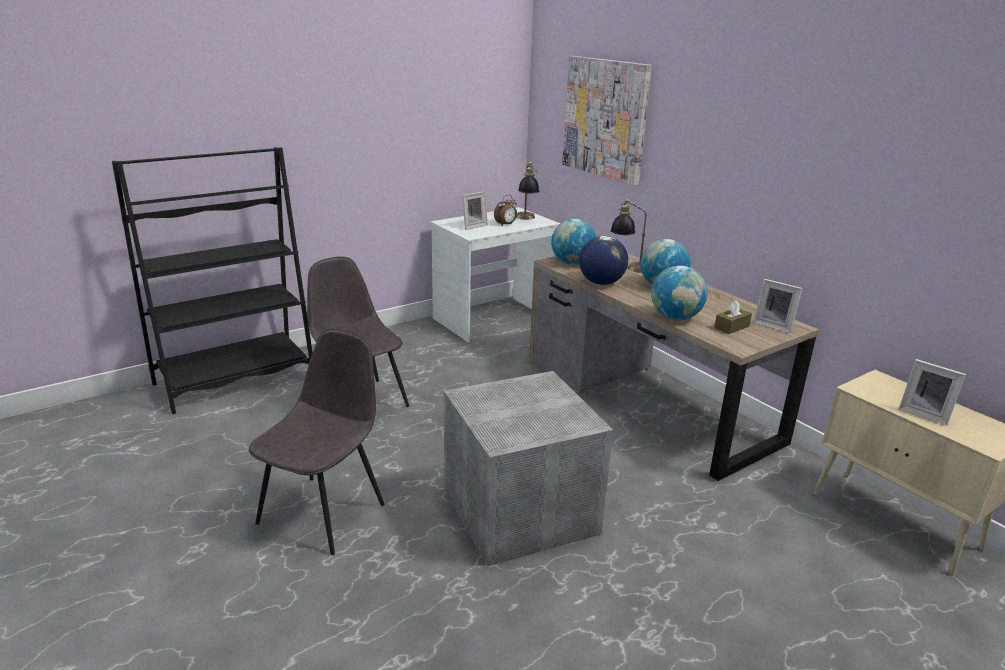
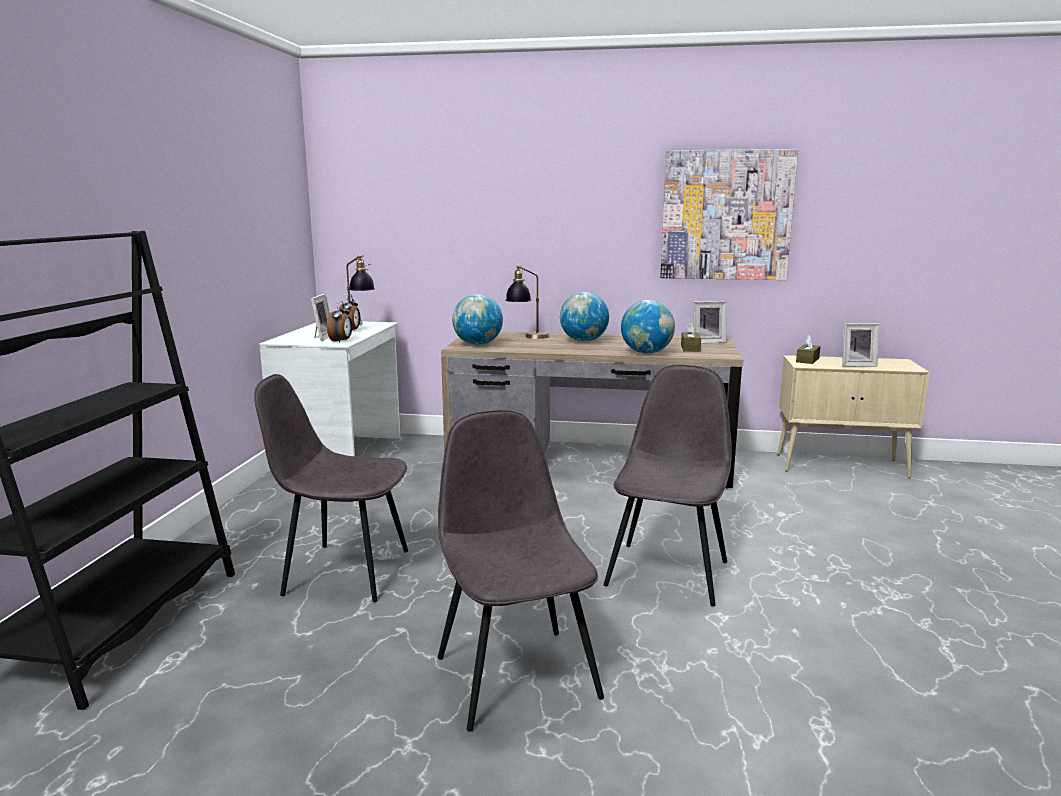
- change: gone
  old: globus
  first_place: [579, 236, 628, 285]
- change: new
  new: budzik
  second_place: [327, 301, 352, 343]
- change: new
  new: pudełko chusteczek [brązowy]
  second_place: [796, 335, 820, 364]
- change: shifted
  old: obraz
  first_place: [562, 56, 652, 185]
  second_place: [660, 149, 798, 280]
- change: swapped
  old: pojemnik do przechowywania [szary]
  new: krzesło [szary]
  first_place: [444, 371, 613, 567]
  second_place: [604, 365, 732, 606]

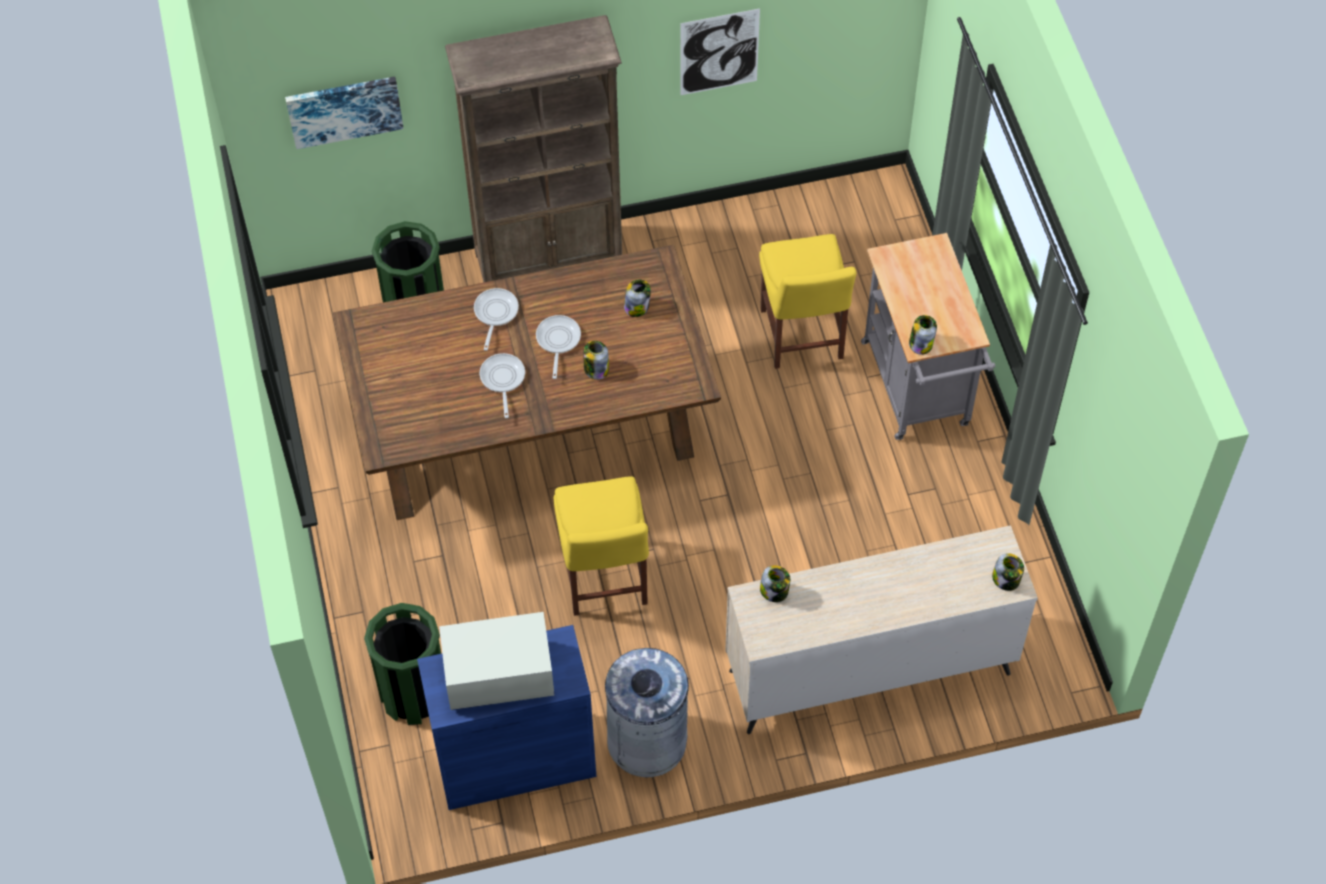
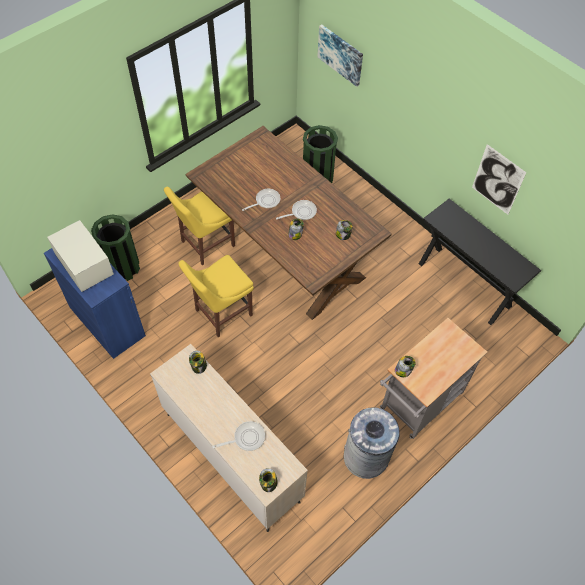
- change: gone
  old: regał [brązowy]
  first_place: [445, 15, 622, 283]
- change: new
  new: stolik konsolowy [czarny]
  second_place: [419, 199, 541, 325]
- change: shifted
  old: patelnia
  first_place: [474, 288, 519, 351]
  second_place: [212, 421, 265, 451]
- change: shifted
  old: kosz na śmieci [szary]
  first_place: [605, 648, 689, 777]
  second_place: [344, 407, 400, 479]
- change: shifted
  old: krzesło [żółty]
  first_place: [759, 234, 856, 369]
  second_place: [164, 187, 235, 266]

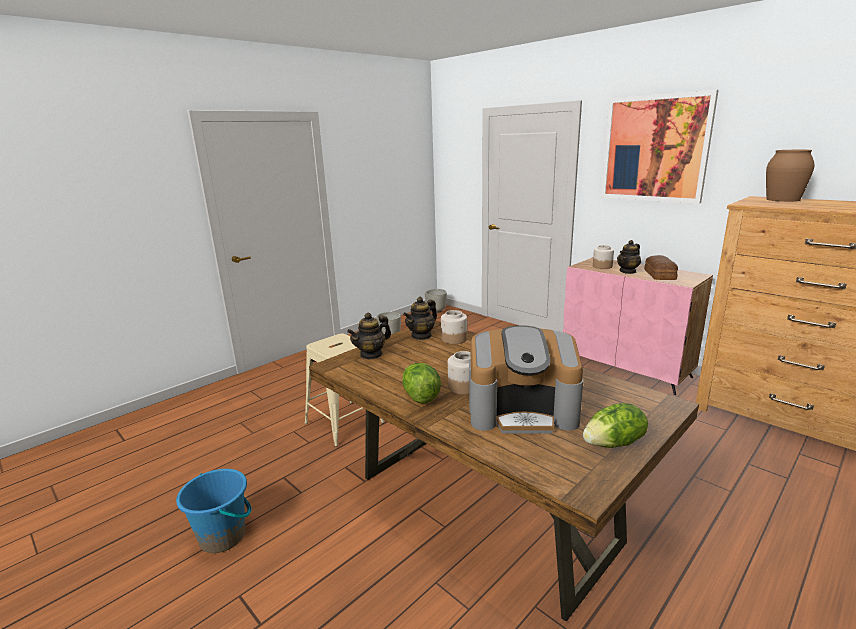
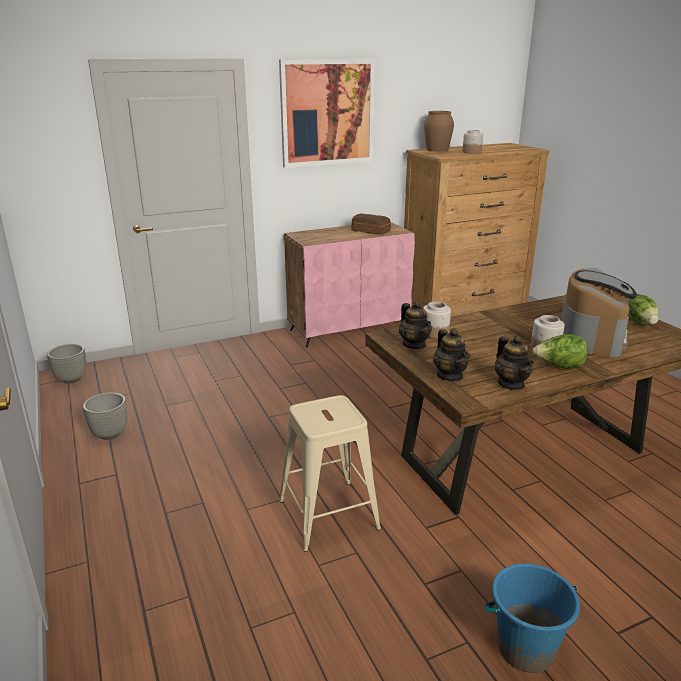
- change: shifted
  old: słoik
  first_place: [593, 245, 614, 269]
  second_place: [462, 130, 483, 154]
- change: shifted
  old: imbryk
  first_place: [617, 240, 641, 274]
  second_place: [495, 336, 534, 390]

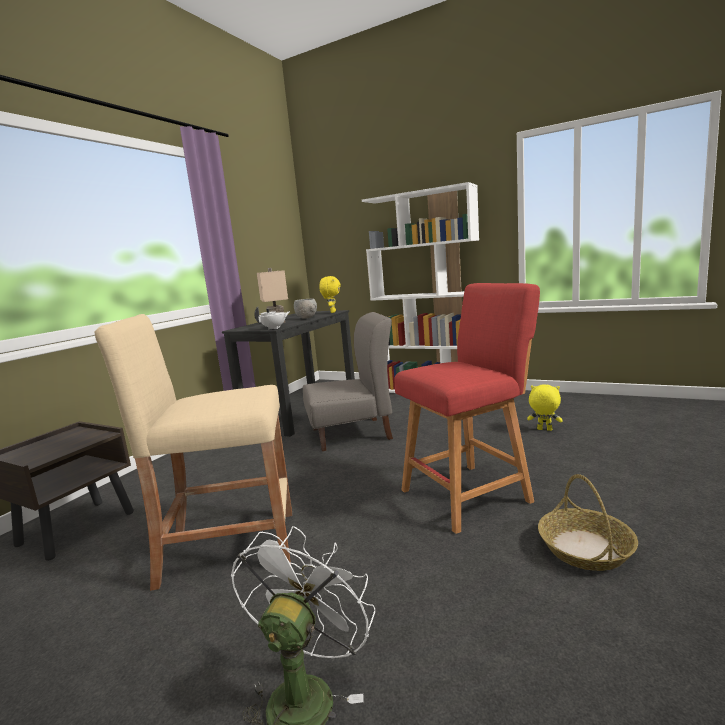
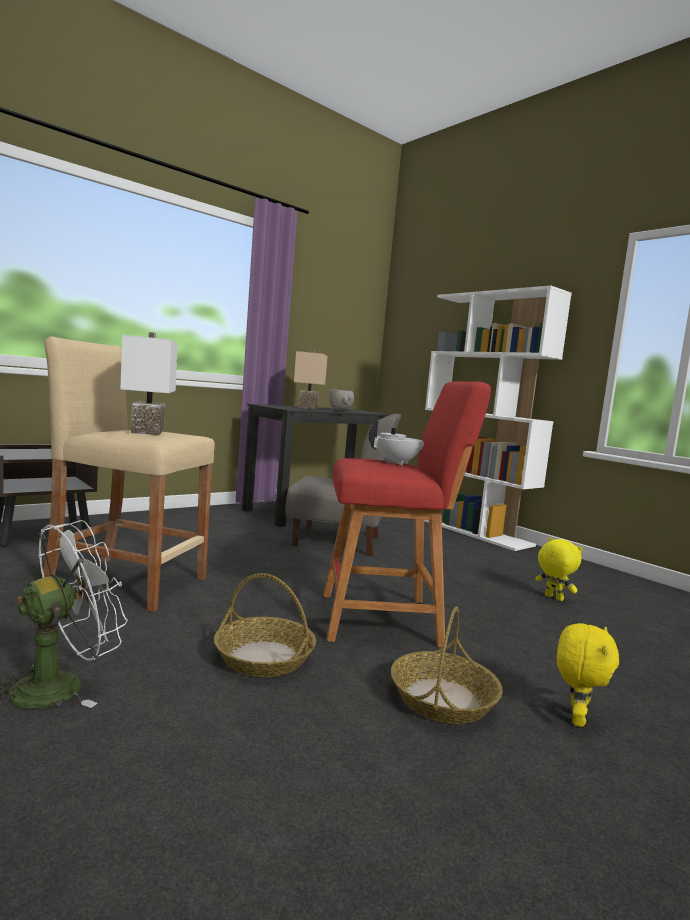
- change: new
  new: lampa stołowa [biały]
  second_place: [120, 332, 178, 435]
- change: new
  new: koszyk
  second_place: [214, 573, 316, 677]
- change: shifted
  old: imbryk [biały]
  first_place: [254, 307, 290, 330]
  second_place: [369, 420, 424, 465]
- change: shifted
  old: pluszak [żółty]
  first_place: [319, 276, 341, 313]
  second_place: [557, 623, 619, 727]

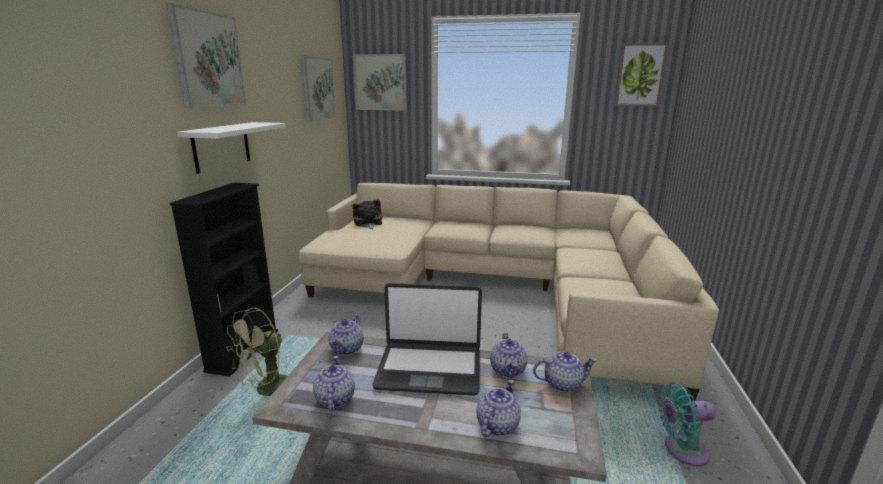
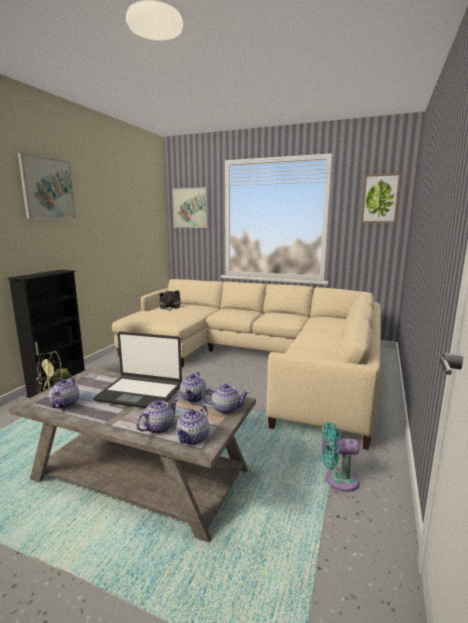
- change: gone
  old: półka [biały]
  first_place: [177, 122, 286, 174]
- change: gone
  old: obraz
  first_place: [301, 56, 336, 122]
- change: shifted
  old: imbryk
  first_place: [329, 315, 363, 355]
  second_place: [176, 405, 209, 445]

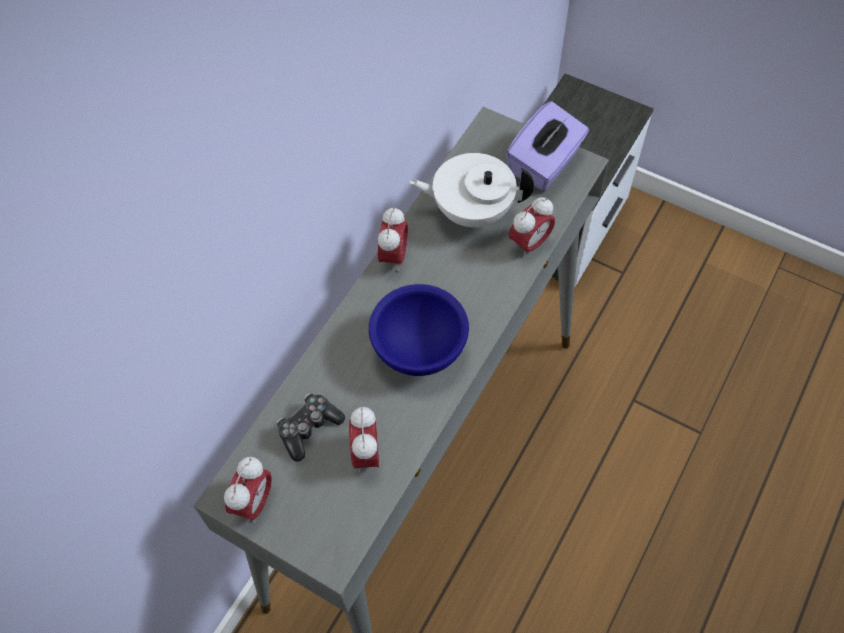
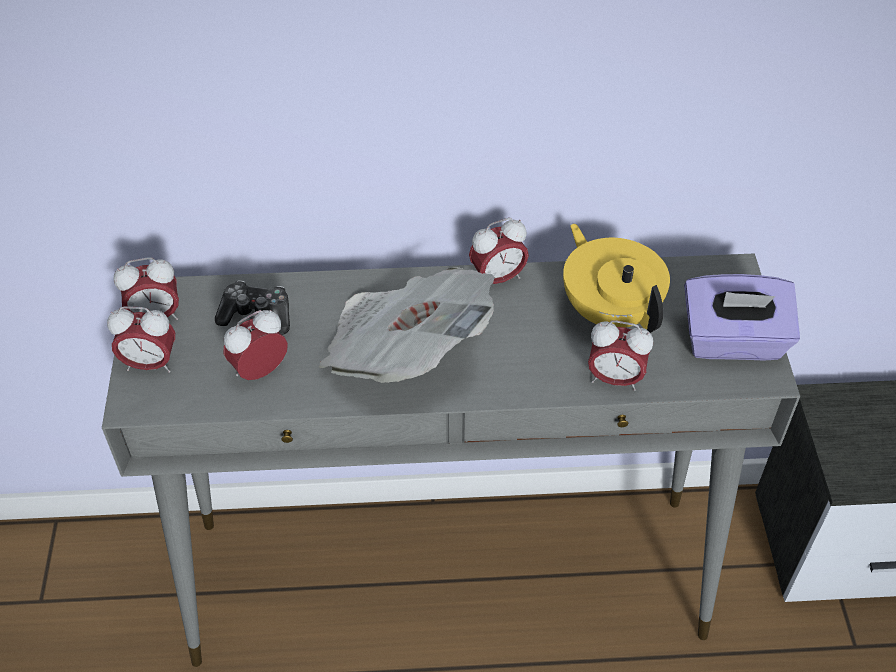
- change: new
  new: budzik
  second_place: [107, 306, 175, 373]
- change: swapped
  old: miska [niebieski]
  new: gazeta
  first_place: [369, 284, 469, 376]
  second_place: [319, 267, 495, 383]
- change: repainted
  old: imbryk [biały]
  new: imbryk [żółty]
  first_place: [409, 153, 534, 228]
  second_place: [563, 224, 670, 333]

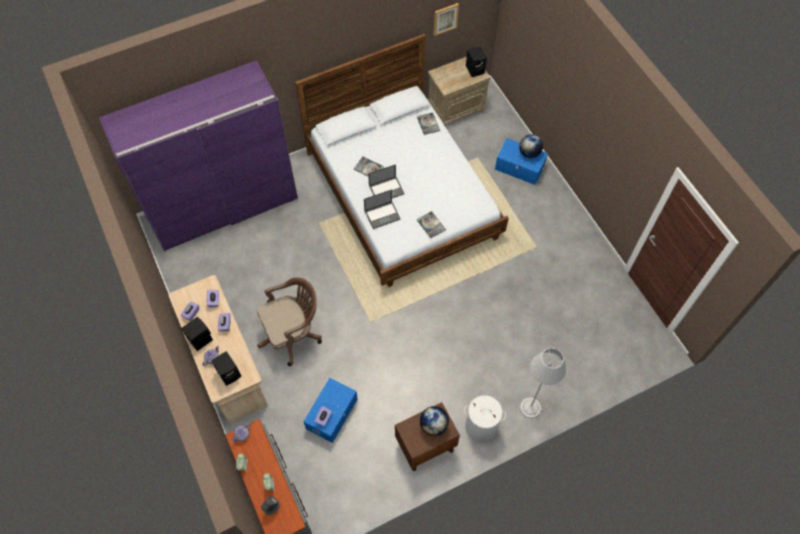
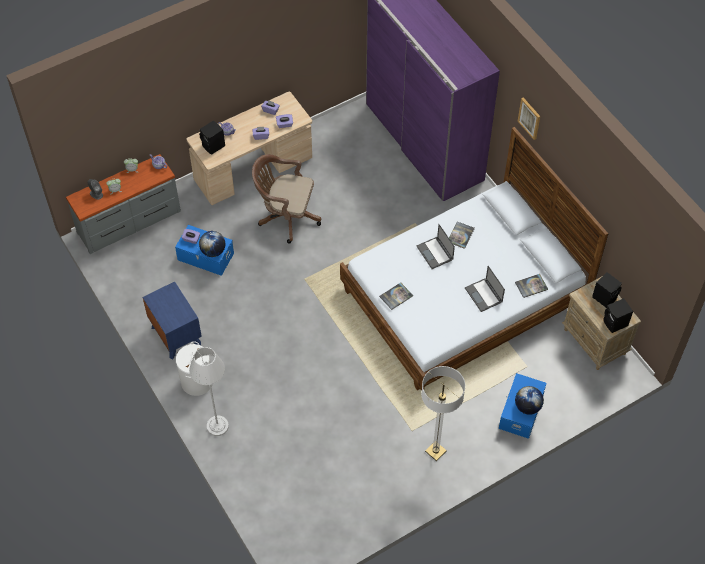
- change: new
  new: lampa stojąca
  second_place: [421, 366, 465, 461]
- change: shifted
  old: głośnik [czarny]
  first_place: [181, 317, 213, 351]
  second_place: [592, 272, 622, 308]
- change: shifted
  old: laptop
  first_place: [364, 189, 401, 229]
  second_place: [465, 266, 505, 312]
- change: shifted
  old: globus
  first_place: [420, 406, 449, 436]
  second_place: [199, 231, 225, 257]
- change: shifted
  old: obraz
  first_place: [434, 3, 459, 36]
  second_place: [518, 98, 540, 140]
- change: repainted
  old: szafka nocna [brązowy]
  new: szafka nocna [niebieski]
  first_place: [395, 402, 460, 471]
  second_place: [142, 282, 202, 359]
- change: rotated
  old: krzesło biurowe [brązowy]
  first_place: [257, 277, 322, 366]
  second_place: [252, 154, 321, 243]
  degrees: 135

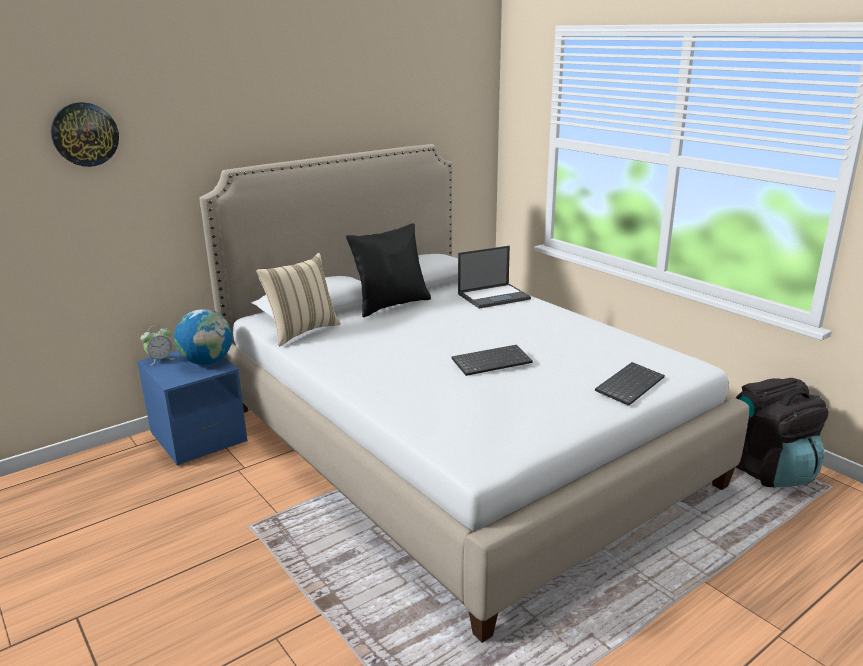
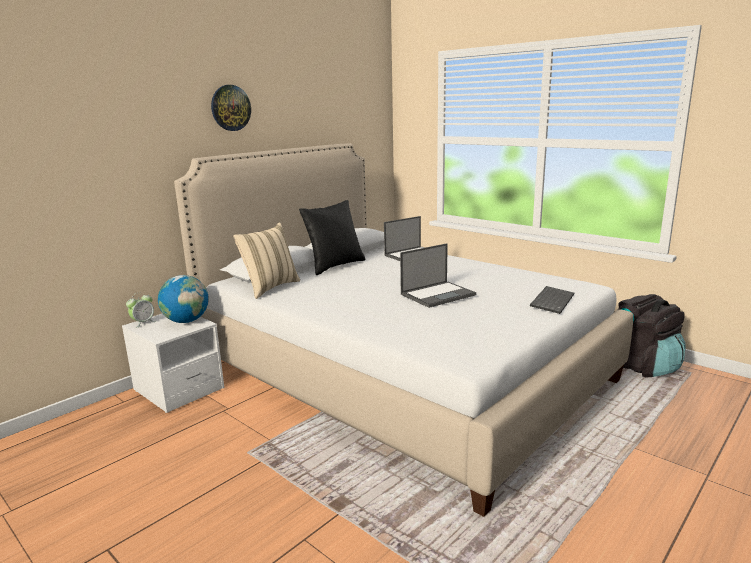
- change: shifted
  old: zegar ścienny
  first_place: [51, 102, 119, 167]
  second_place: [211, 85, 251, 131]
- change: swapped
  old: klawiatura
  new: laptop
  first_place: [451, 345, 533, 376]
  second_place: [400, 243, 476, 308]
- change: repainted
  old: szafka nocna [niebieski]
  new: szafka nocna [biały]
  first_place: [137, 350, 247, 466]
  second_place: [122, 313, 224, 413]

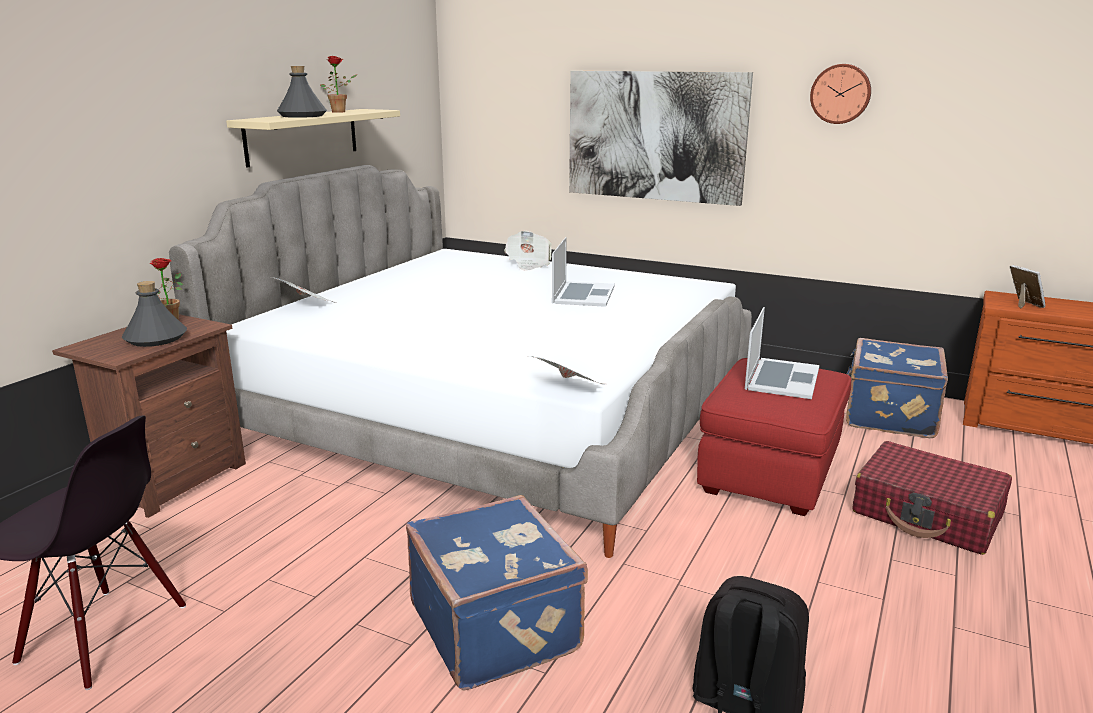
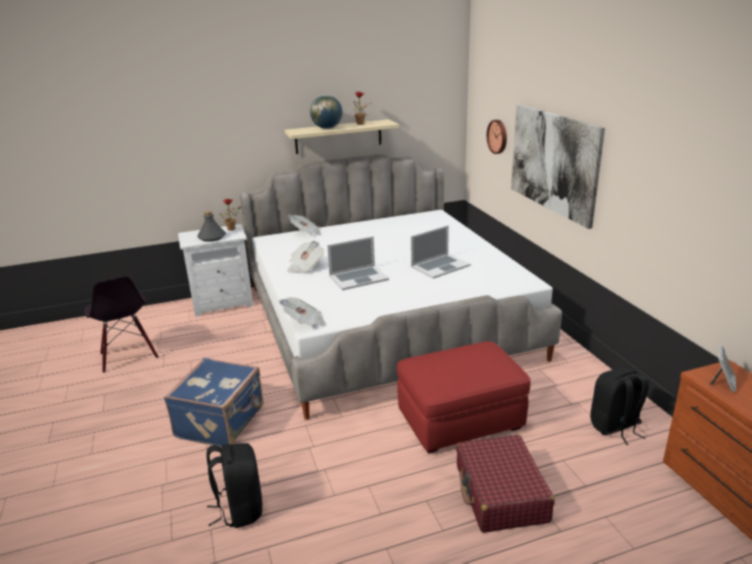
- change: shifted
  old: gazeta
  first_place: [504, 231, 552, 270]
  second_place: [287, 241, 324, 273]
- change: shifted
  old: laptop
  first_place: [745, 307, 819, 399]
  second_place: [327, 236, 389, 290]
- change: shifted
  old: zegar ścienny
  first_place: [810, 64, 871, 124]
  second_place: [487, 120, 507, 154]
- change: swapped
  old: butelka [szary]
  new: globus
  first_place: [277, 66, 327, 118]
  second_place: [310, 95, 343, 129]
- change: swapped
  old: walizka [niebieski]
  new: plecak [czarny]
  first_place: [846, 338, 948, 438]
  second_place: [590, 368, 649, 445]
- change: repainted
  old: szafka nocna [brązowy]
  new: szafka nocna [biały]
  first_place: [52, 314, 246, 518]
  second_place: [178, 224, 253, 317]

